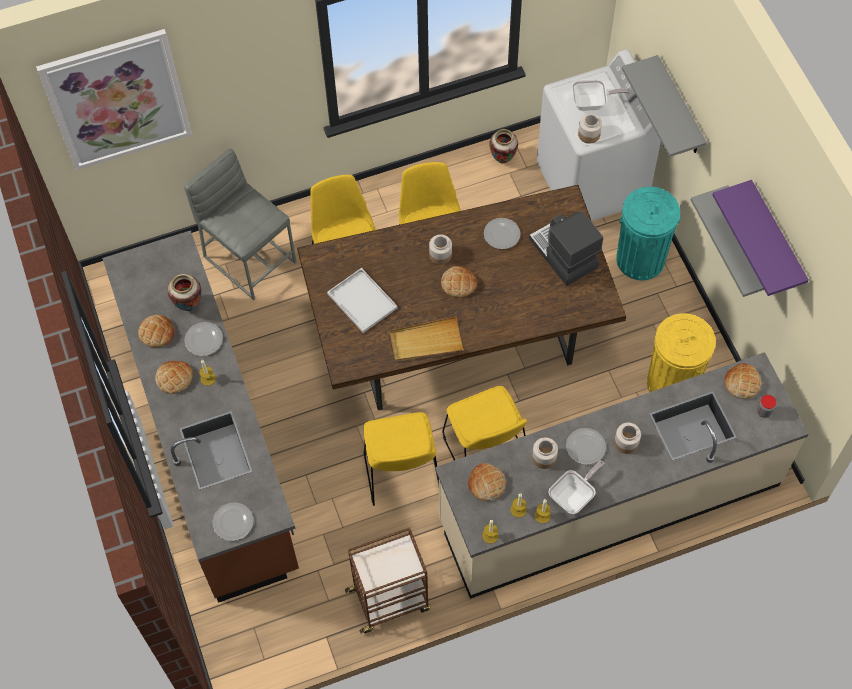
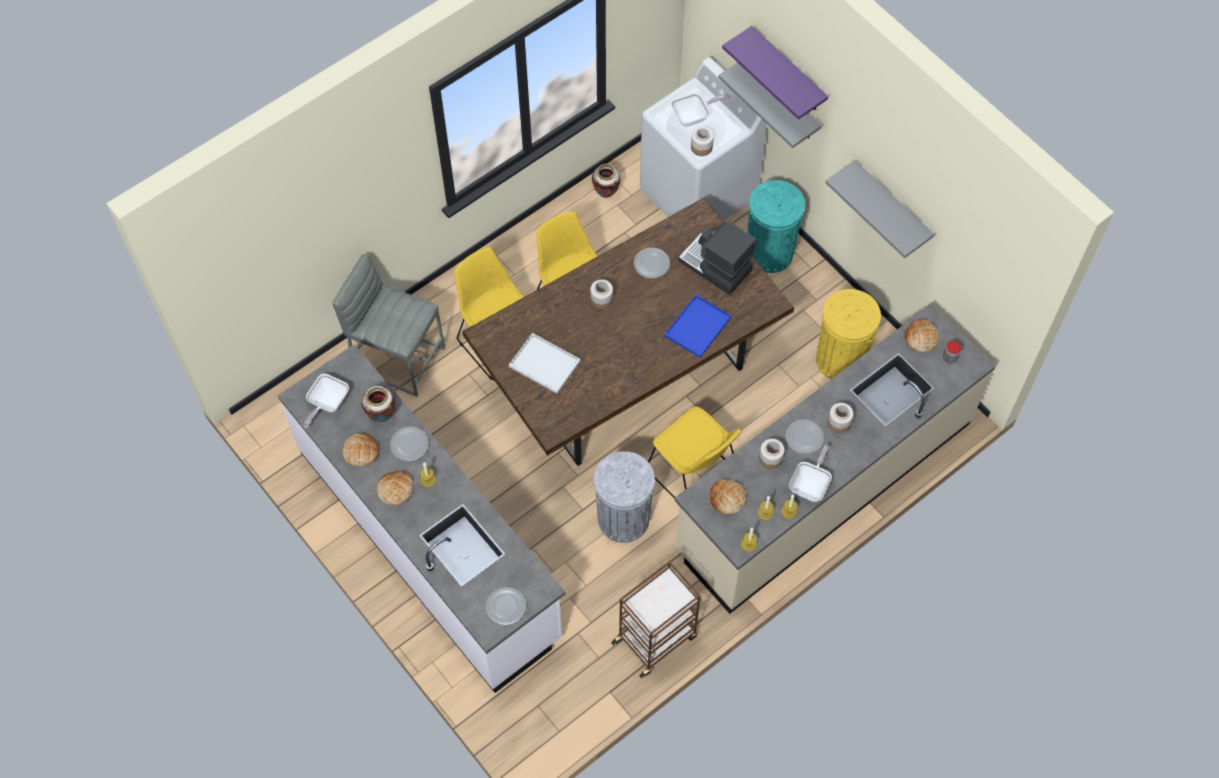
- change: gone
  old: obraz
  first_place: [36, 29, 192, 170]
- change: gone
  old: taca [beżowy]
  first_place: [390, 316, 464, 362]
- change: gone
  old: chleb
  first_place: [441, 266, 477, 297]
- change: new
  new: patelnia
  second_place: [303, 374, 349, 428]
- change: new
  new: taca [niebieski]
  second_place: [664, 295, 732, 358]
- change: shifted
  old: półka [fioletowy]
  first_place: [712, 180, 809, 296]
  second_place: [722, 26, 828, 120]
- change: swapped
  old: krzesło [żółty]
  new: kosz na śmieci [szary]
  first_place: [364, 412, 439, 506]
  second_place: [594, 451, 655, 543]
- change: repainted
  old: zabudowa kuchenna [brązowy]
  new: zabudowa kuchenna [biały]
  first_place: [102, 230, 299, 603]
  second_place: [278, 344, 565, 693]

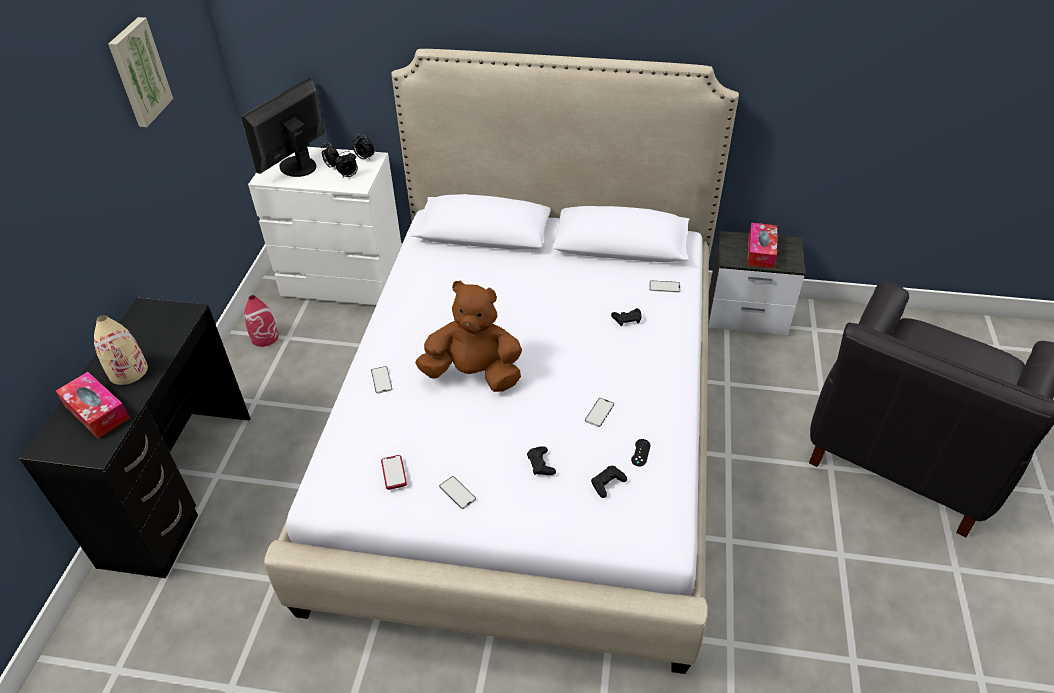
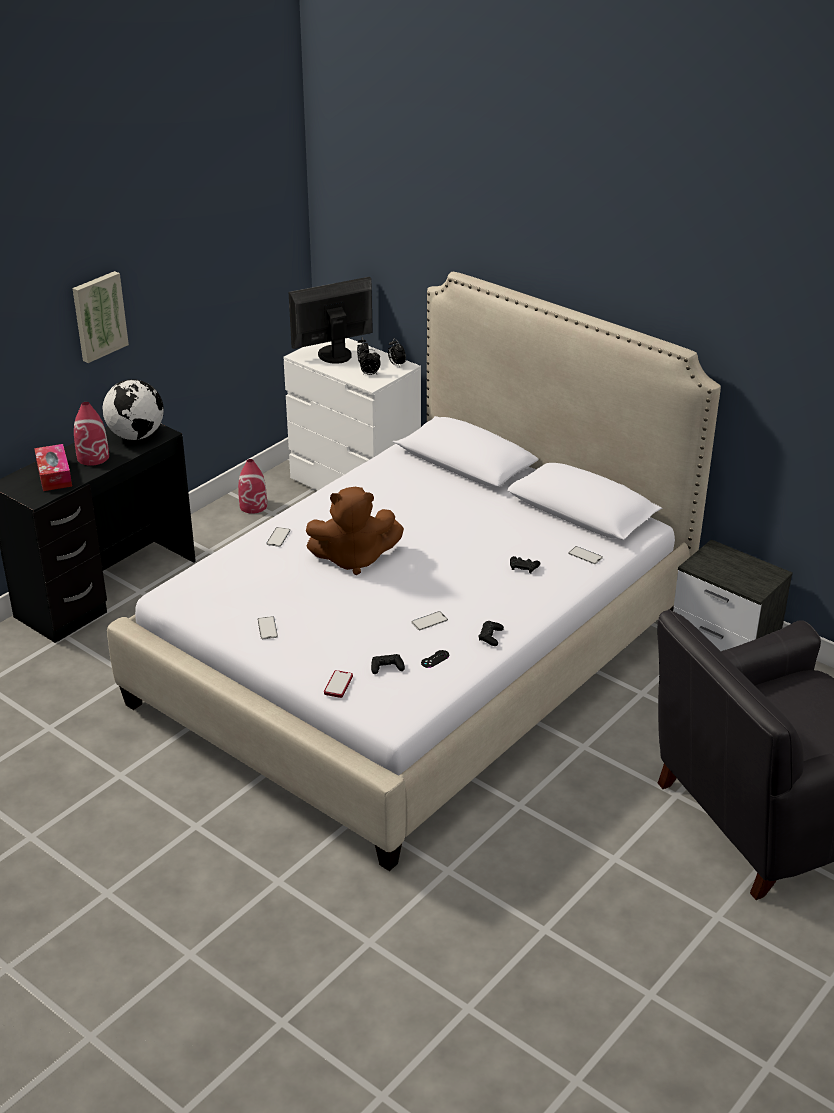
- change: gone
  old: pudełko chusteczek
  first_place: [747, 223, 777, 269]
- change: new
  new: globus
  second_place: [103, 379, 164, 440]
- change: shifted
  old: obraz
  first_place: [108, 17, 173, 127]
  second_place: [73, 271, 129, 363]
- change: shifted
  old: telefon
  first_place: [381, 455, 407, 490]
  second_place: [324, 670, 353, 698]
- change: shifted
  old: pad do gier [czarny]
  first_place: [527, 446, 556, 475]
  second_place: [478, 621, 504, 646]
- change: repainted
  old: wazon [beżowy]
  new: wazon [czerwony]
  first_place: [94, 315, 148, 385]
  second_place: [74, 402, 109, 466]
- change: rotated
  old: pluszak [brązowy]
  first_place: [415, 281, 522, 392]
  second_place: [306, 487, 404, 575]
  degrees: 135

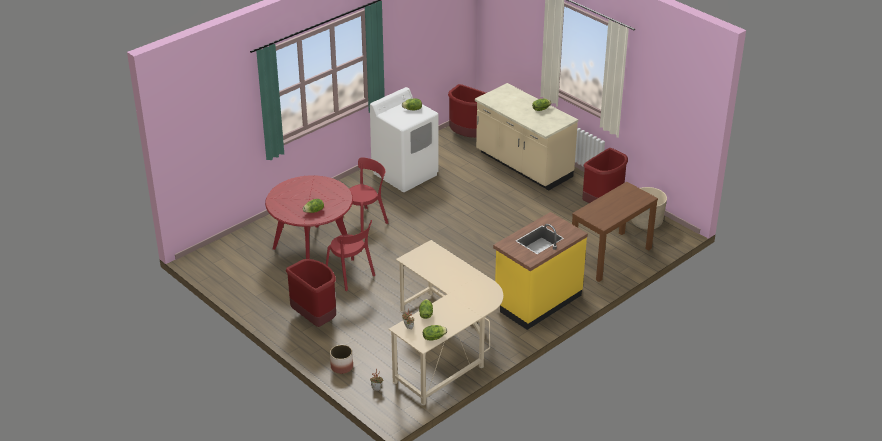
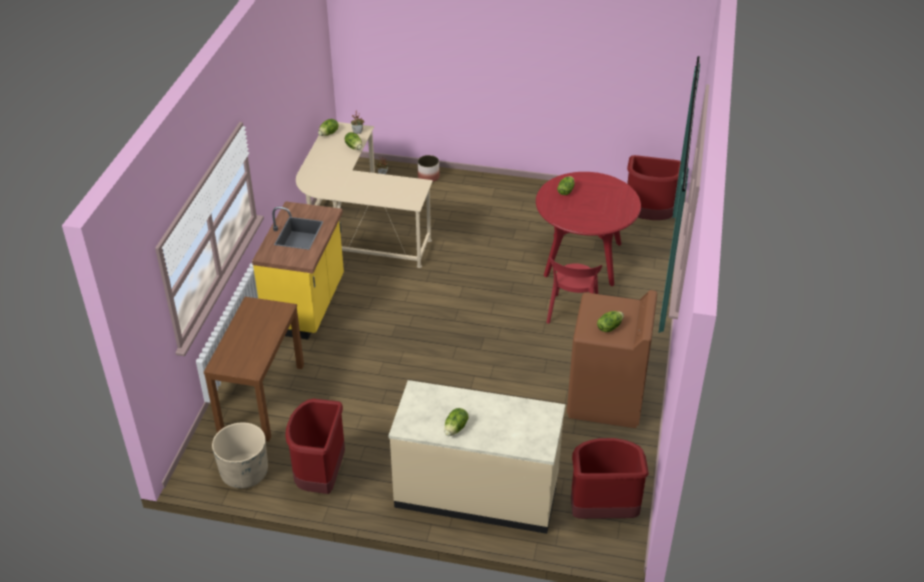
- change: gone
  old: krzesło [czerwony]
  first_place: [326, 220, 375, 291]
- change: shifted
  old: kosz na śmieci [czerwony]
  first_place: [286, 259, 336, 327]
  second_place: [627, 155, 681, 220]
- change: repainted
  old: pralka [biały]
  new: pralka [brązowy]
  first_place: [370, 87, 438, 192]
  second_place: [567, 290, 657, 428]

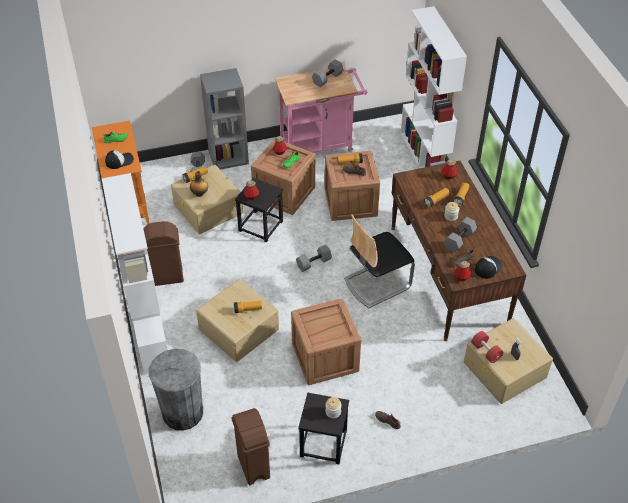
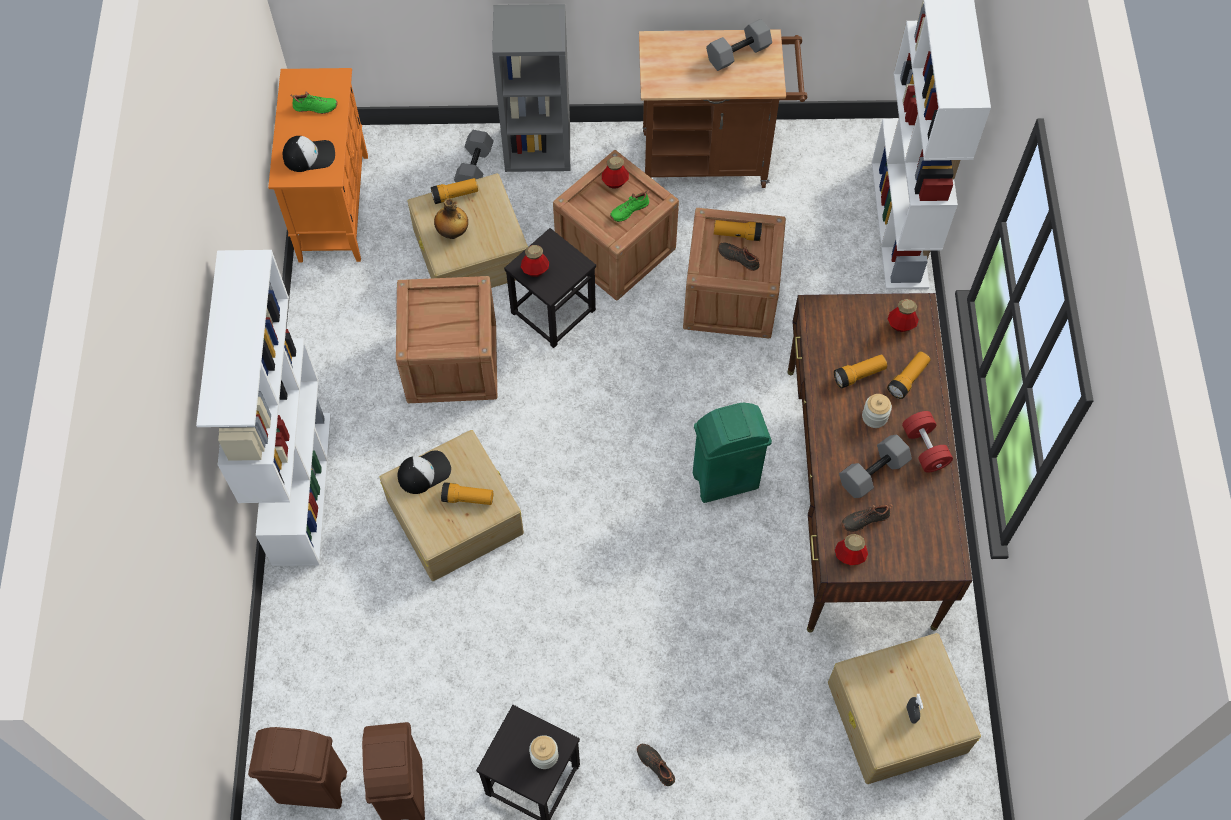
- change: gone
  old: kosz na śmieci [szary]
  first_place: [149, 349, 203, 431]
- change: gone
  old: hantel [szary]
  first_place: [296, 245, 332, 272]
- change: shifted
  old: kosz na śmieci [brązowy]
  first_place: [143, 221, 184, 286]
  second_place: [248, 727, 347, 809]
- change: shifted
  old: skrzynka
  first_place: [291, 298, 361, 385]
  second_place: [396, 276, 497, 403]
- change: shifted
  old: hantel [czerwony]
  first_place: [471, 331, 503, 363]
  second_place: [902, 411, 953, 472]
- change: shifted
  old: czapka z daszkiem
  first_place: [475, 256, 503, 279]
  second_place: [398, 450, 451, 494]
- change: swapped
  old: krzesło
  new: kosz na śmieci [zielony]
  first_place: [344, 214, 415, 308]
  second_place: [693, 403, 772, 503]
- change: repainted
  old: wózek [różowy]
  new: wózek [brązowy]
  first_place: [275, 66, 367, 153]
  second_place: [639, 29, 807, 188]

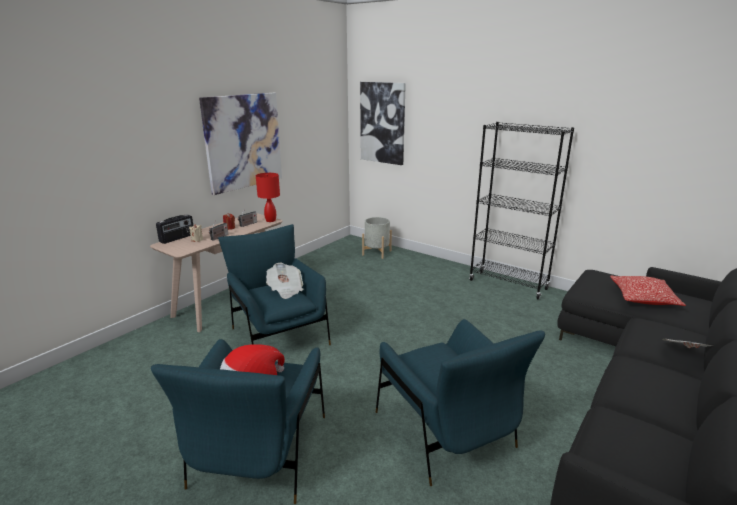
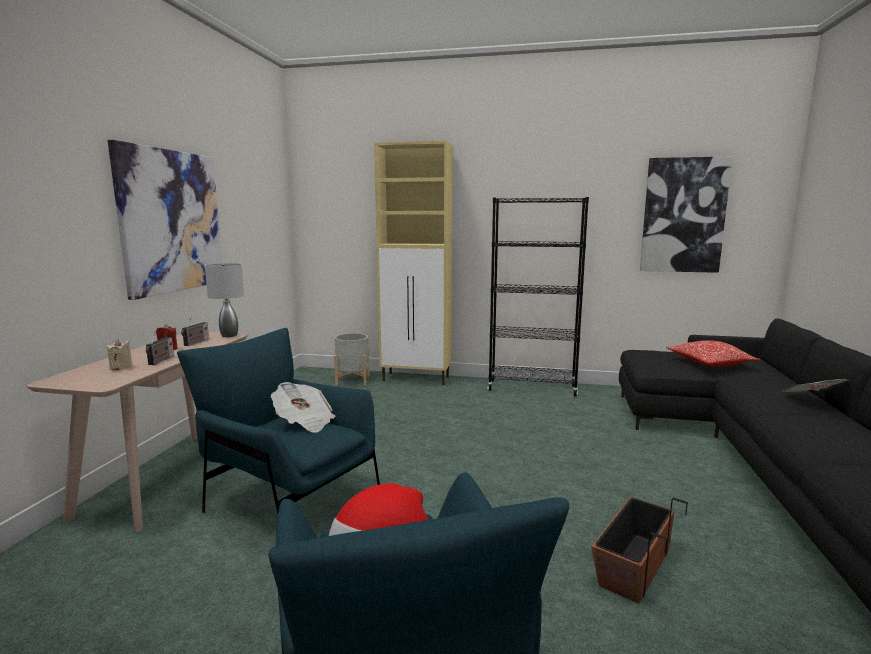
- change: gone
  old: radio
  first_place: [156, 214, 193, 244]
- change: new
  new: szafka [beżowy]
  second_place: [374, 141, 453, 385]
- change: shifted
  old: obraz
  first_place: [360, 82, 406, 165]
  second_place: [640, 156, 733, 273]
- change: swapped
  old: fotel [niebieski]
  new: donica
  first_place: [376, 319, 545, 486]
  second_place: [591, 497, 688, 604]
- change: repainted
  old: lampa stołowa [czerwony]
  new: lampa stołowa [szary]
  first_place: [256, 173, 280, 222]
  second_place: [205, 263, 244, 337]

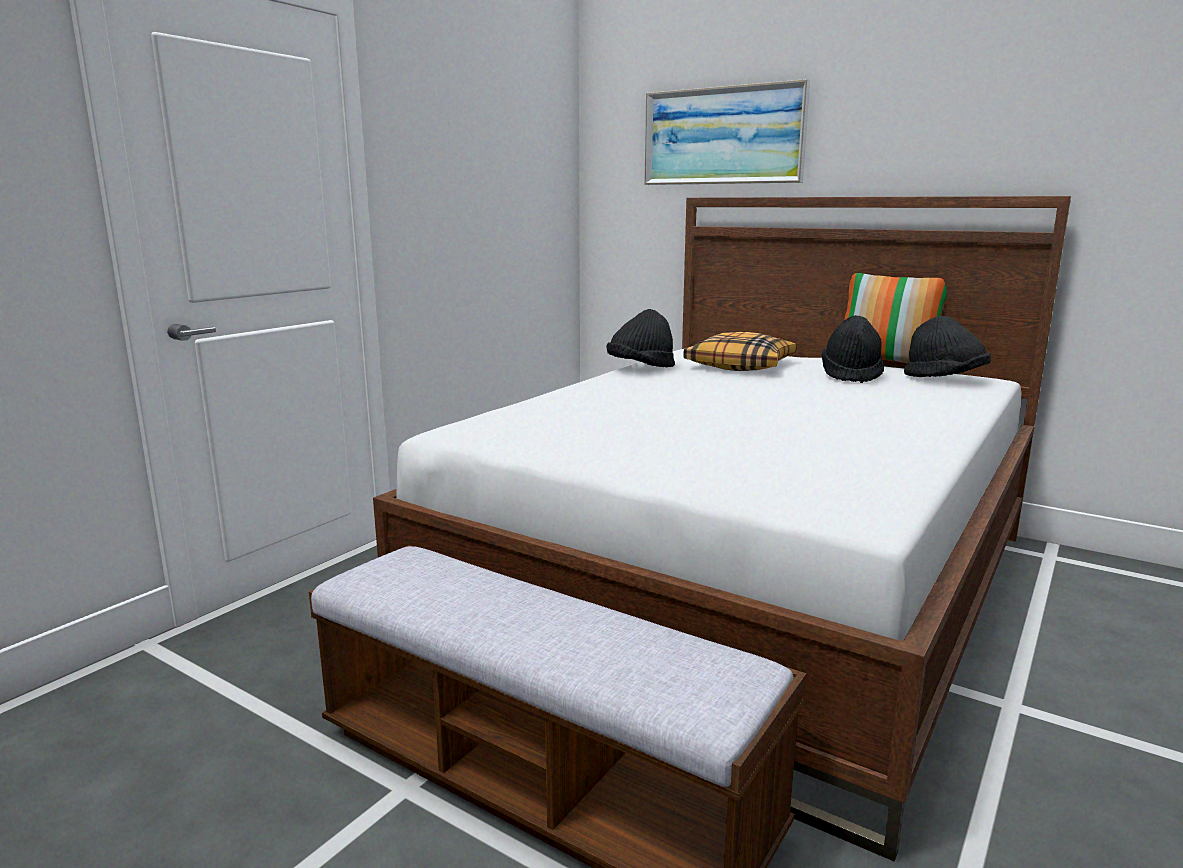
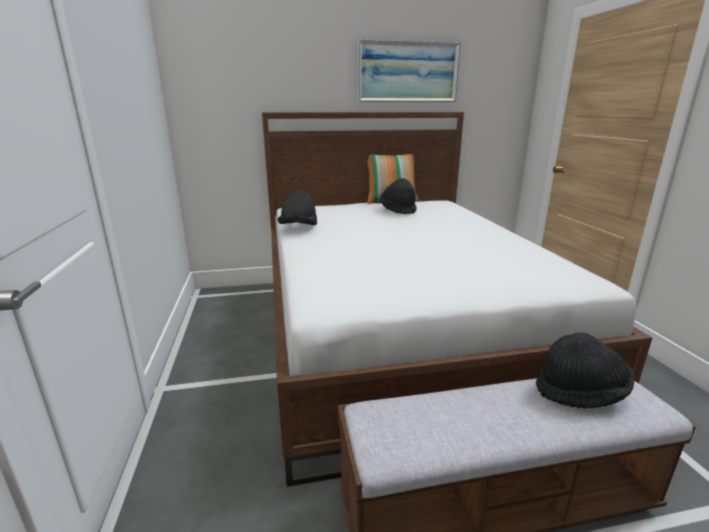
- change: gone
  old: poduszka
  first_place: [683, 332, 797, 371]
- change: shifted
  old: obraz
  first_place: [644, 79, 810, 185]
  second_place: [358, 40, 461, 102]
- change: shifted
  old: kapelusz [czarny]
  first_place: [904, 316, 991, 377]
  second_place: [536, 332, 635, 409]

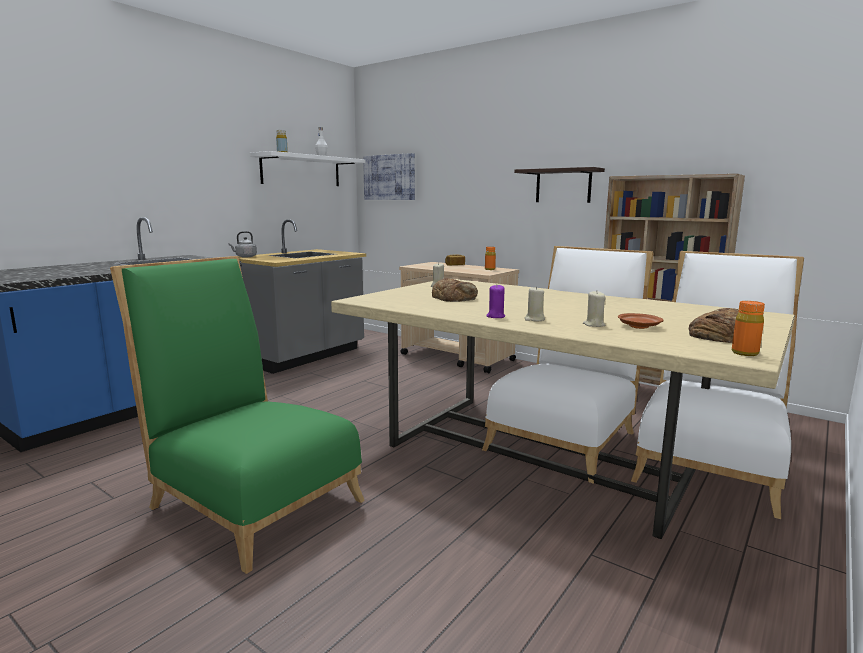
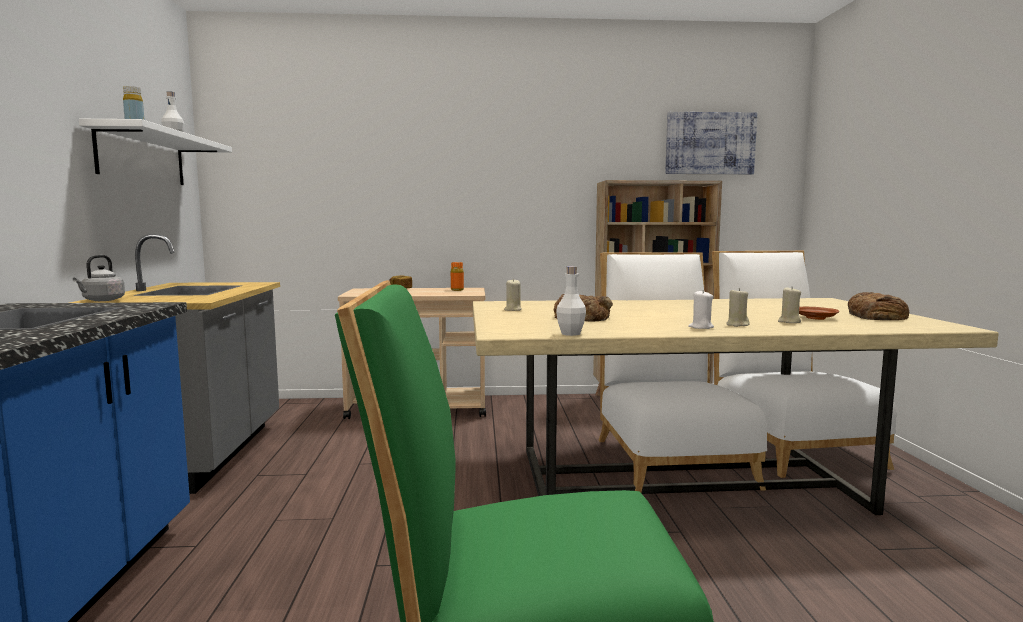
- change: gone
  old: półka
  first_place: [514, 167, 605, 203]
- change: gone
  old: butelka [pomarańczowy]
  first_place: [732, 301, 765, 356]
- change: new
  new: butelka [biały]
  second_place: [556, 266, 586, 336]
- change: shifted
  old: obraz
  first_place: [363, 153, 415, 200]
  second_place: [665, 112, 757, 174]
- change: repainted
  old: świeca [fioletowy]
  new: świeca [biały]
  first_place: [486, 285, 505, 318]
  second_place: [688, 291, 714, 329]

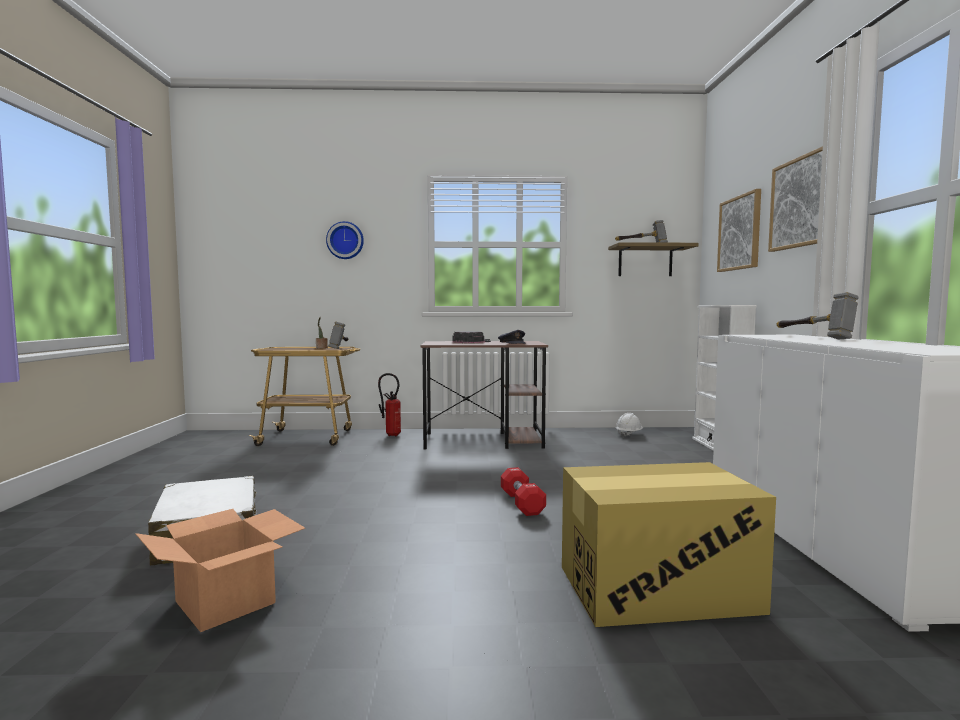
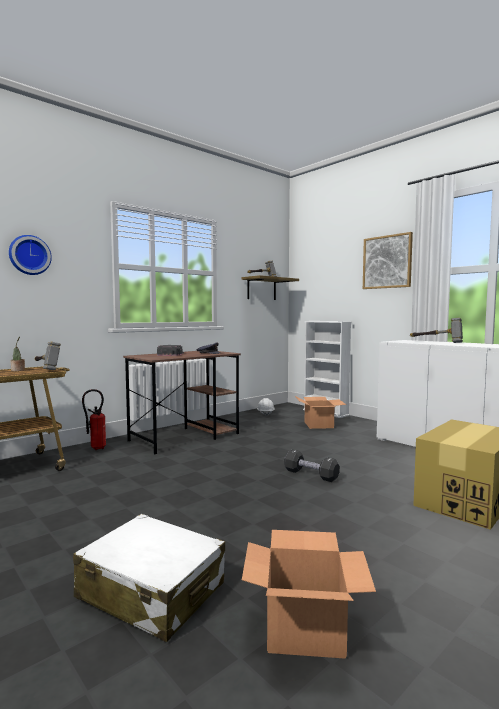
- change: gone
  old: obraz
  first_place: [717, 189, 761, 272]
- change: new
  new: karton
  second_place: [295, 396, 346, 429]
- change: repainted
  old: hantel [czerwony]
  new: hantel [czarny]
  first_place: [501, 467, 546, 516]
  second_place: [284, 449, 340, 482]

